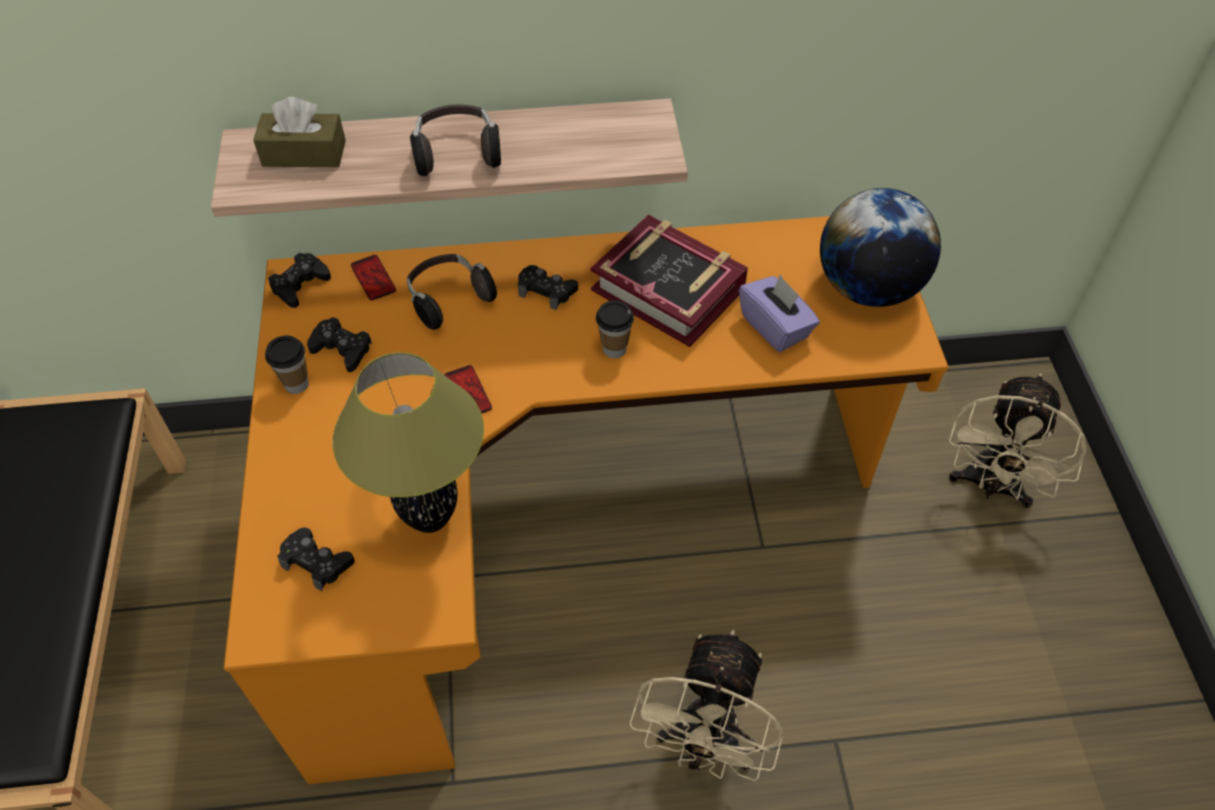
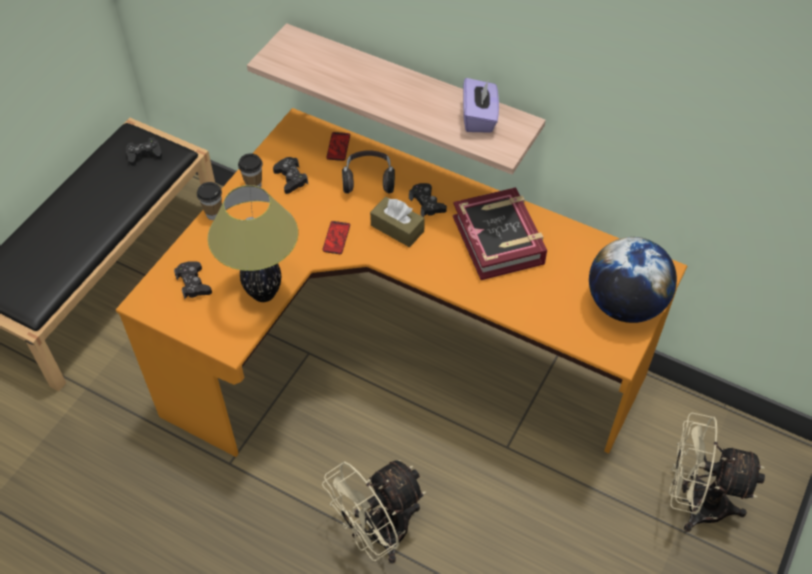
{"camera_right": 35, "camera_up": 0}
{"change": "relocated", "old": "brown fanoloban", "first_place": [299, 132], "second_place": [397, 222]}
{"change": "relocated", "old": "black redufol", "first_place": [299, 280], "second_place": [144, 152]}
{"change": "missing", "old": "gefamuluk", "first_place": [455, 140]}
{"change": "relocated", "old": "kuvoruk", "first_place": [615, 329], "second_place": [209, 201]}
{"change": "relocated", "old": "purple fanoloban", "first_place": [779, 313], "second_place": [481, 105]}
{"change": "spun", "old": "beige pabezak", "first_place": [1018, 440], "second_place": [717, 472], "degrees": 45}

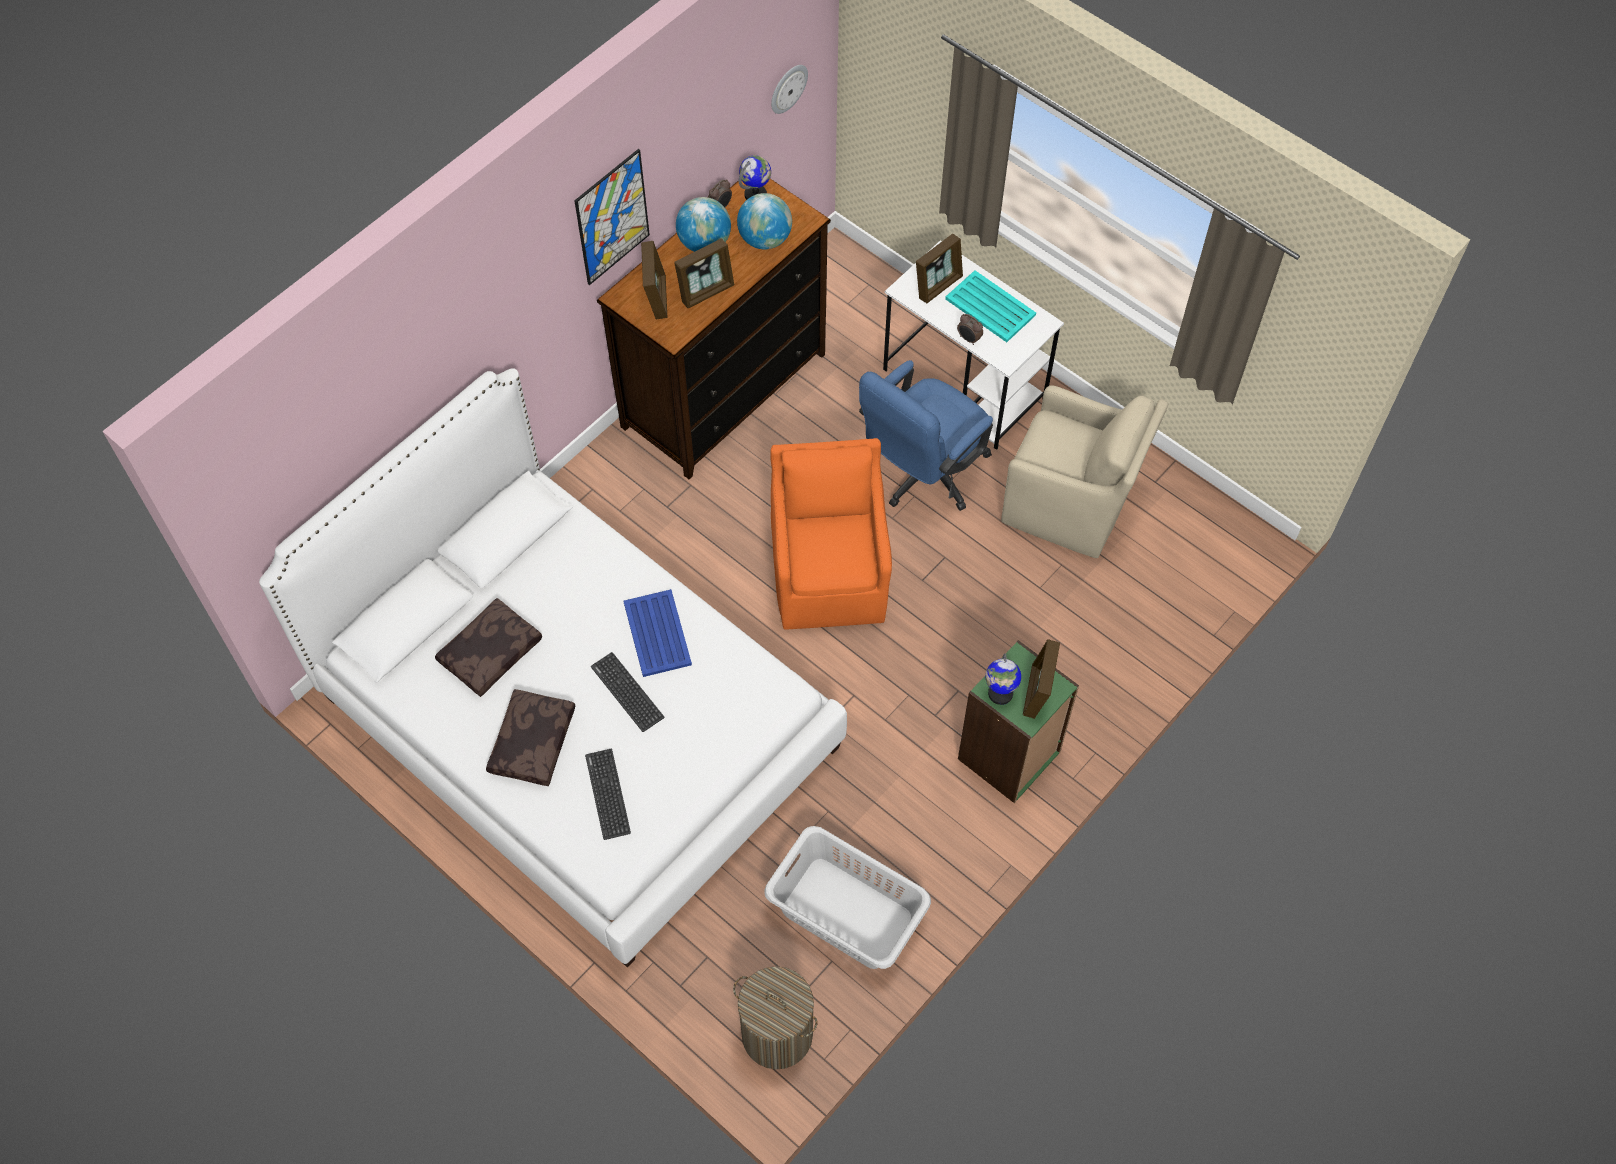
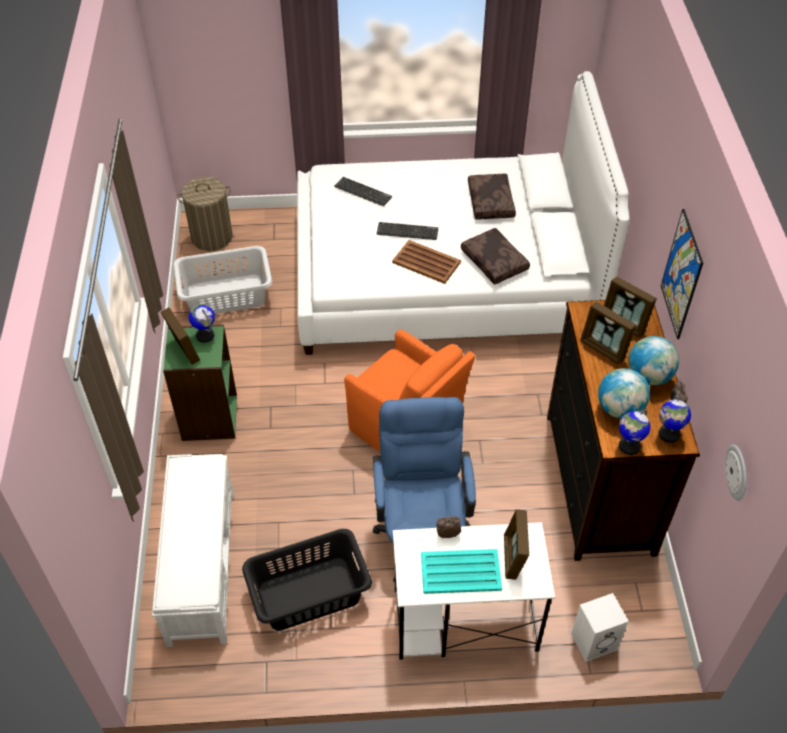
{"camera_right": 135, "camera_up": -10}
{"change": "relocated", "old": "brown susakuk", "first_place": [530, 737], "second_place": [495, 256]}
{"change": "colour", "old": "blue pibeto", "new": "brown pibeto", "first_place": [657, 633], "second_place": [426, 262]}
{"change": "spun", "old": "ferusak", "first_place": [704, 273], "second_place": [608, 333], "degrees": -60}
{"change": "exchanged", "old": "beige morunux", "new": "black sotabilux", "first_place": [1084, 471], "second_place": [307, 580]}
{"change": "appeared", "new": "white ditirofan", "second_place": [193, 550]}
{"change": "appeared", "new": "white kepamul", "second_place": [600, 627]}
{"change": "appeared", "new": "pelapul", "second_place": [635, 432]}

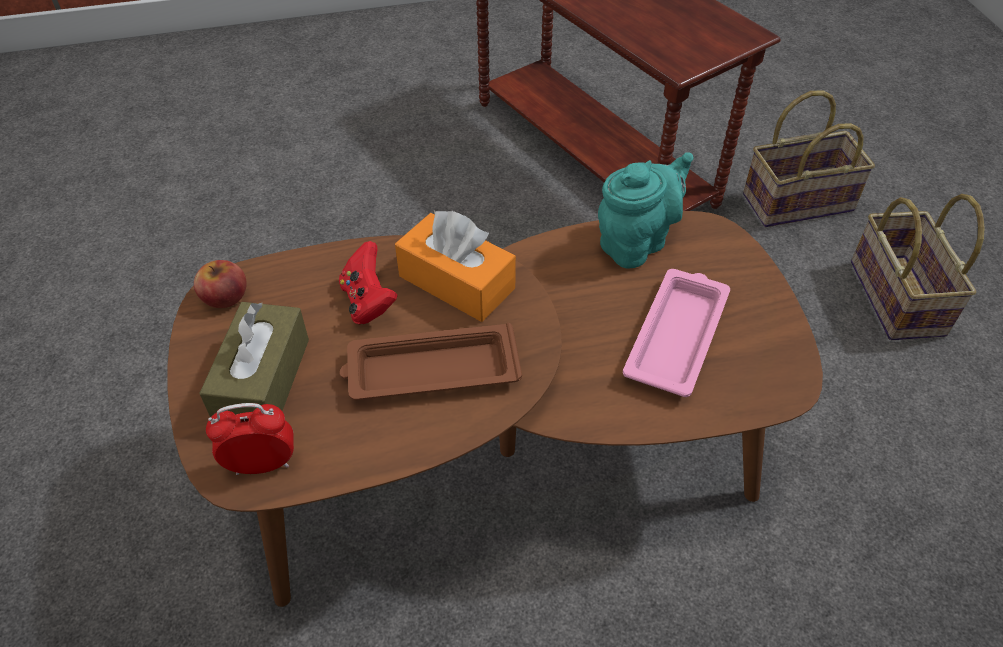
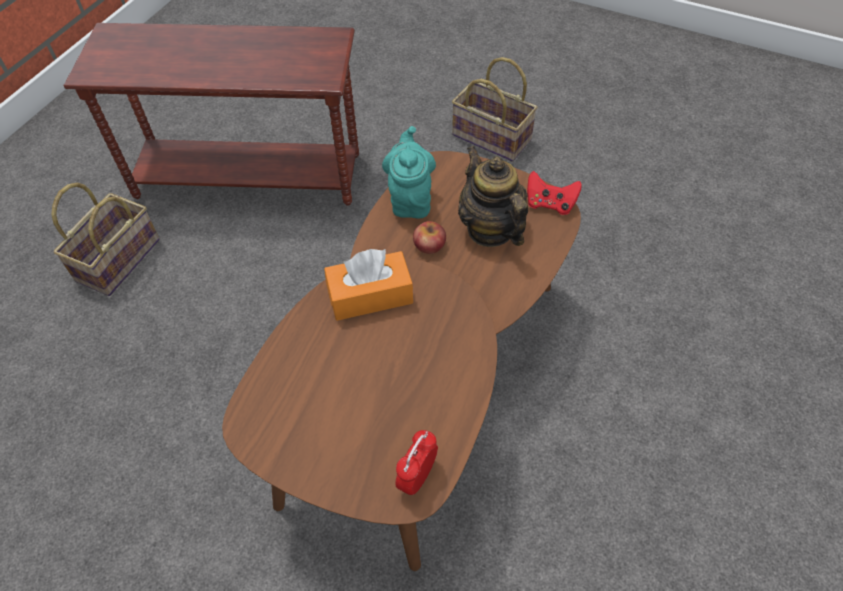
{"camera_right": -50, "camera_up": 5}
{"change": "relocated", "old": "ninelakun", "first_place": [220, 284], "second_place": [429, 237]}
{"change": "missing", "old": "brown fanoloban", "first_place": [254, 359]}
{"change": "relocated", "old": "red redufol", "first_place": [368, 283], "second_place": [554, 193]}
{"change": "missing", "old": "brown pibeto", "first_place": [431, 361]}
{"change": "exchanged", "old": "pink pibeto", "new": "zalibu", "first_place": [676, 333], "second_place": [493, 196]}
{"change": "relocated", "old": "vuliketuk", "first_place": [809, 158], "second_place": [105, 239]}

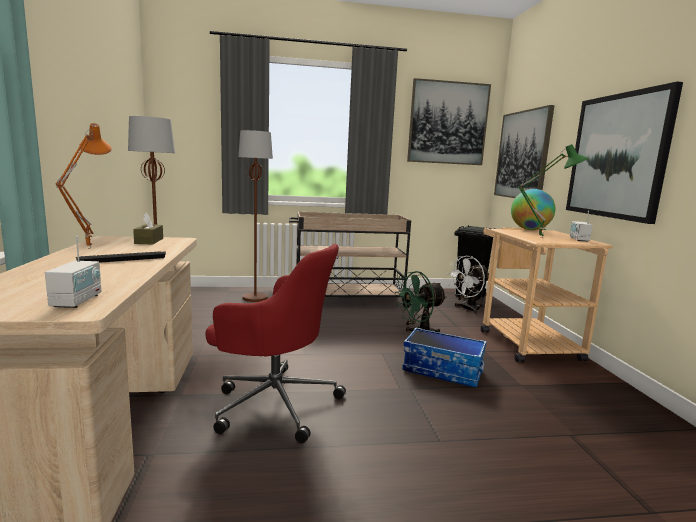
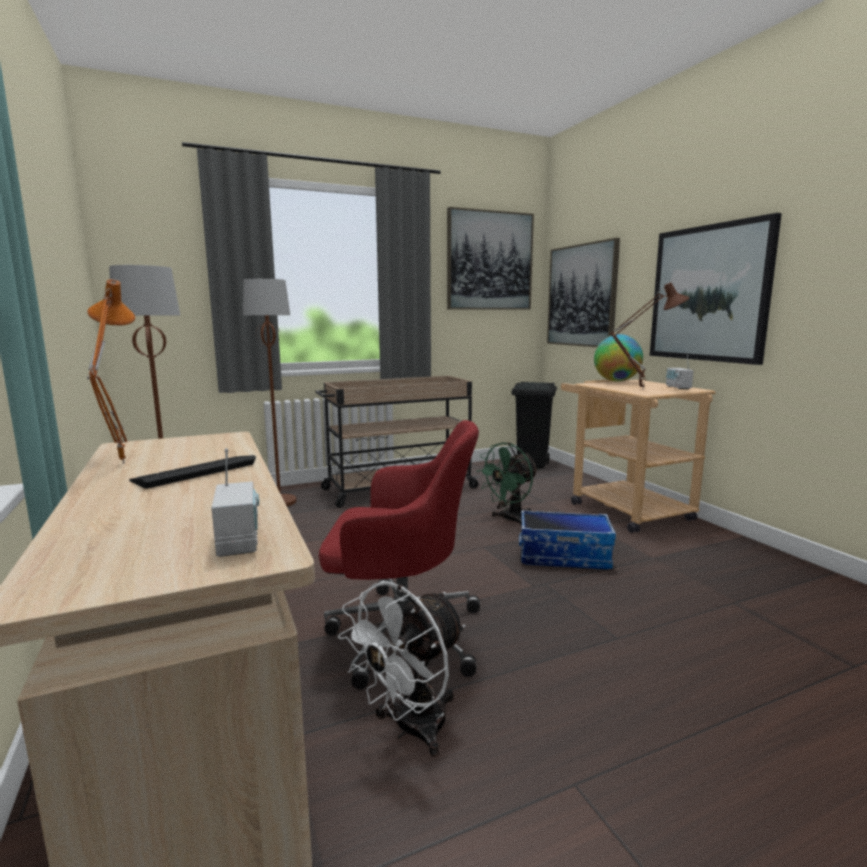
{"camera_right": -15, "camera_up": 0}
{"change": "missing", "old": "brown fanoloban", "first_place": [148, 228]}
{"change": "relocated", "old": "white pabezak", "first_place": [468, 285], "second_place": [401, 669]}
{"change": "colour", "old": "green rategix", "new": "brown rategix", "first_place": [553, 191], "second_place": [649, 336]}

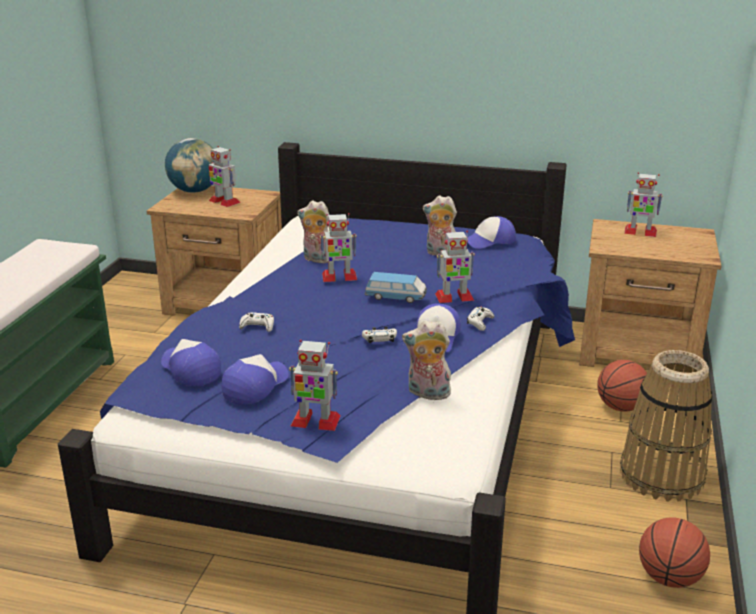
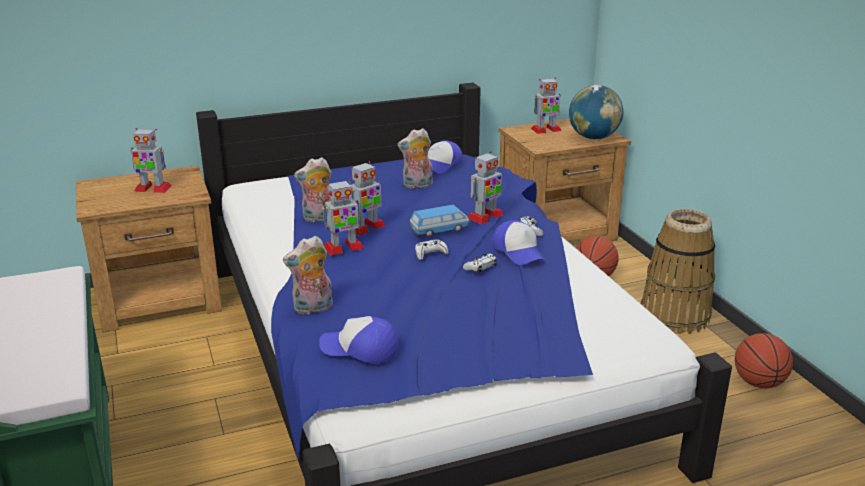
{"camera_right": -35, "camera_up": 0}
{"change": "relocated", "old": "pelapul", "first_place": [189, 165], "second_place": [596, 112]}
{"change": "missing", "old": "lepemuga", "first_place": [255, 379]}
{"change": "relocated", "old": "white redufol", "first_place": [256, 322], "second_place": [431, 249]}
{"change": "relocated", "old": "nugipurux", "first_place": [315, 385], "second_place": [343, 217]}
{"change": "relocated", "old": "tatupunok", "first_place": [426, 360], "second_place": [308, 275]}

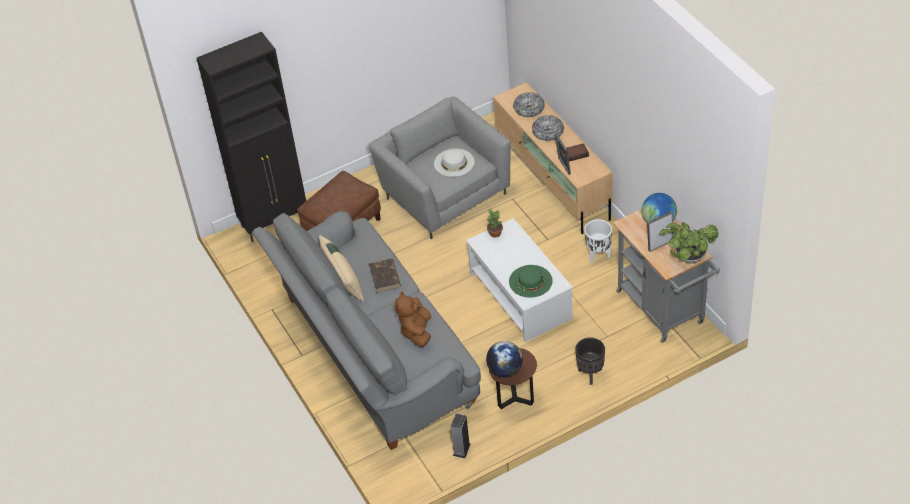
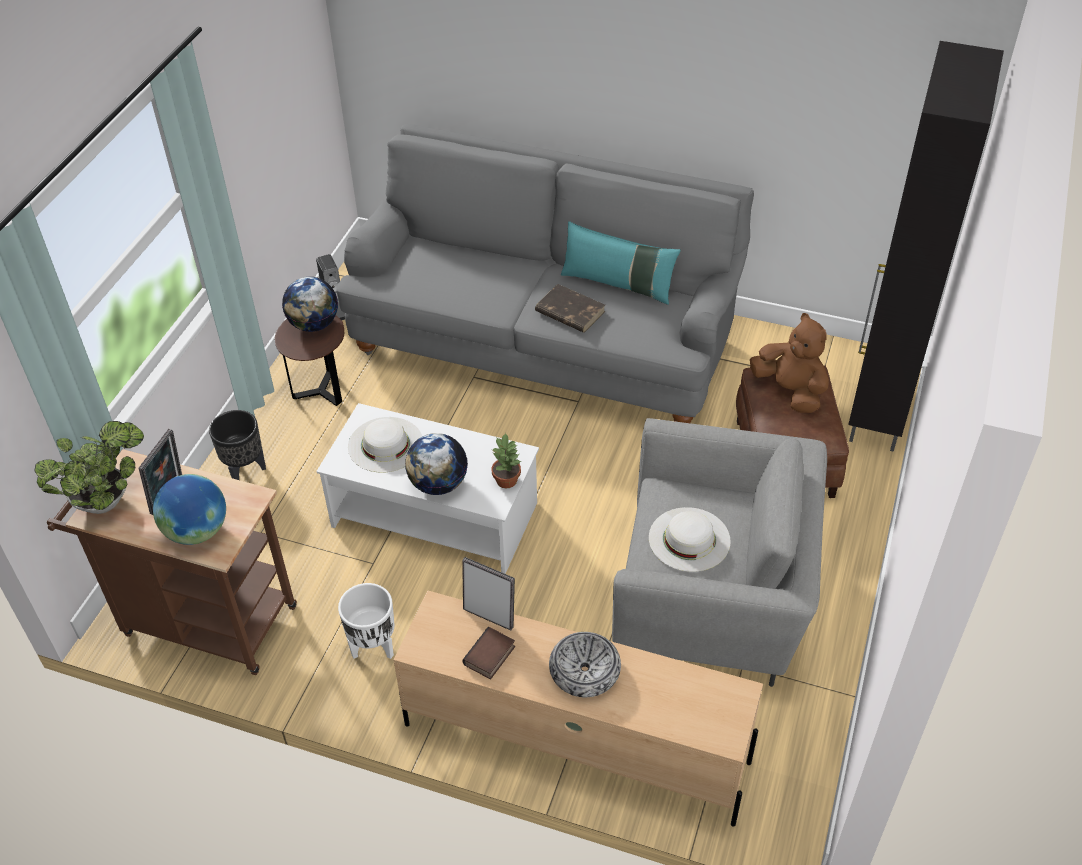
{"camera_right": 135, "camera_up": 0}
{"change": "colour", "old": "beige susakuk", "new": "turquoise susakuk", "first_place": [341, 268], "second_place": [621, 263]}
{"change": "relocated", "old": "brown tatupunok", "first_place": [413, 319], "second_place": [789, 363]}
{"change": "colour", "old": "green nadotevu", "new": "white nadotevu", "first_place": [531, 281], "second_place": [385, 445]}
{"change": "missing", "old": "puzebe", "first_place": [529, 104]}
{"change": "colour", "old": "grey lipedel", "new": "brown lipedel", "first_place": [666, 276], "second_place": [172, 562]}
{"change": "appeared", "new": "pelapul", "second_place": [436, 464]}

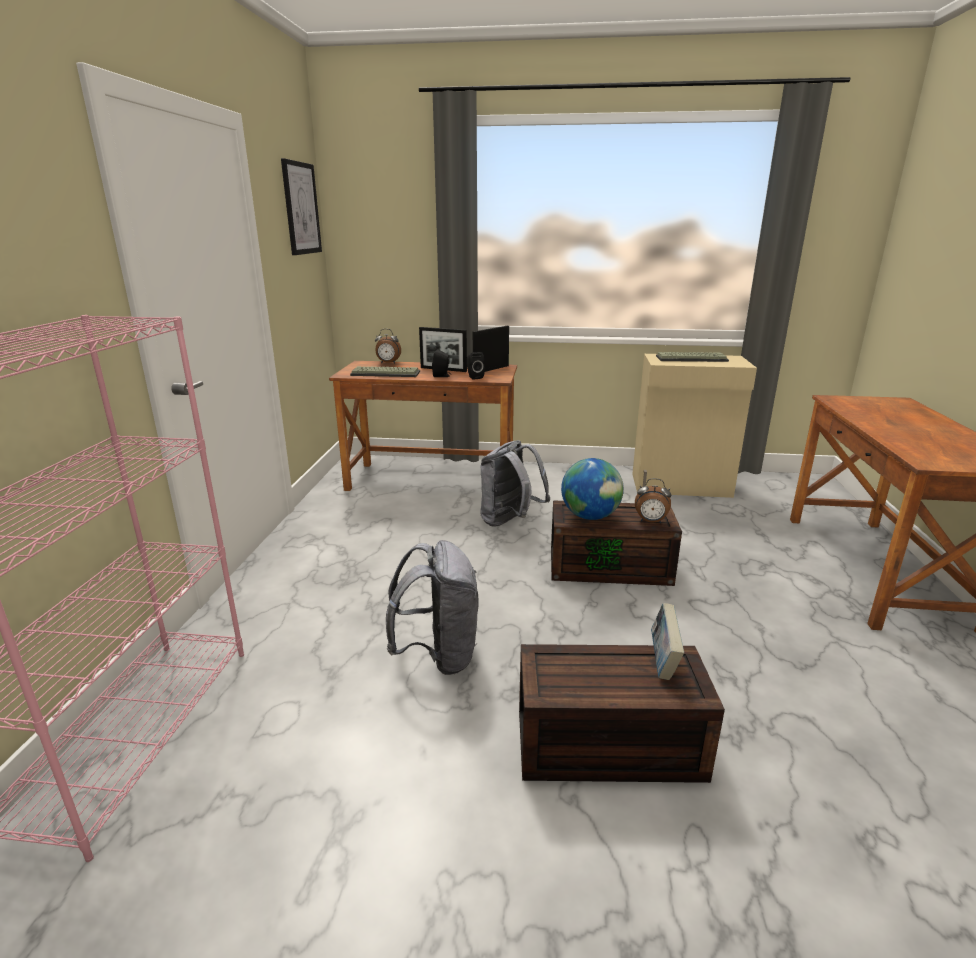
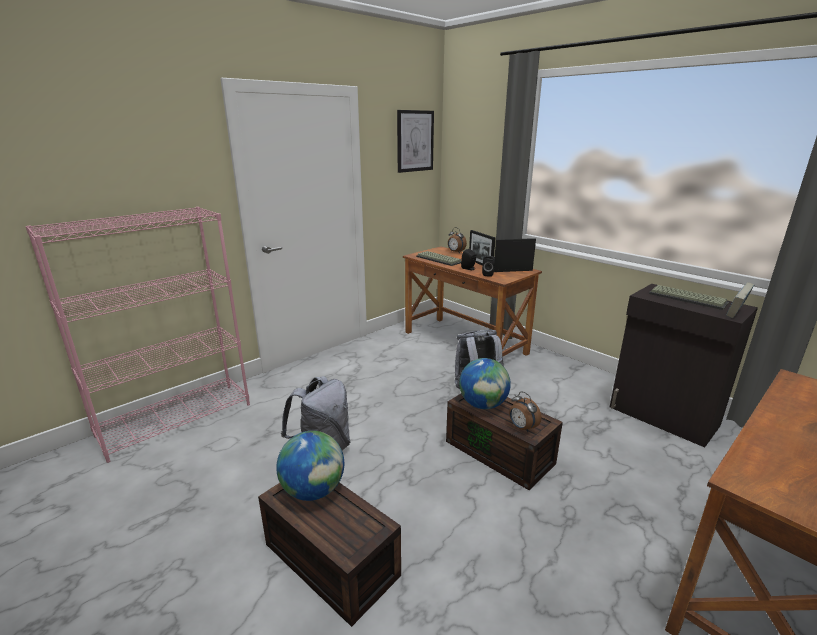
{"camera_right": 40, "camera_up": 0}
{"change": "colour", "old": "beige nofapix", "new": "black nofapix", "first_place": [694, 426], "second_place": [684, 365]}
{"change": "relocated", "old": "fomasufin", "first_place": [667, 641], "second_place": [740, 300]}
{"change": "appeared", "new": "pelapul", "second_place": [310, 466]}

